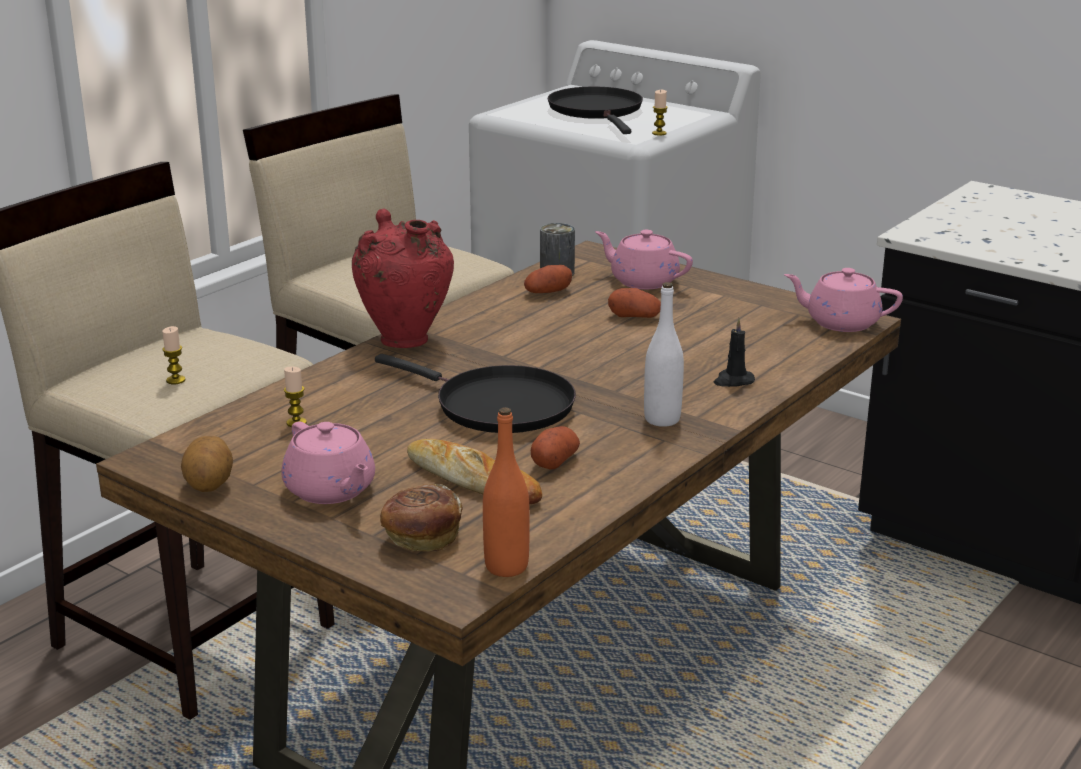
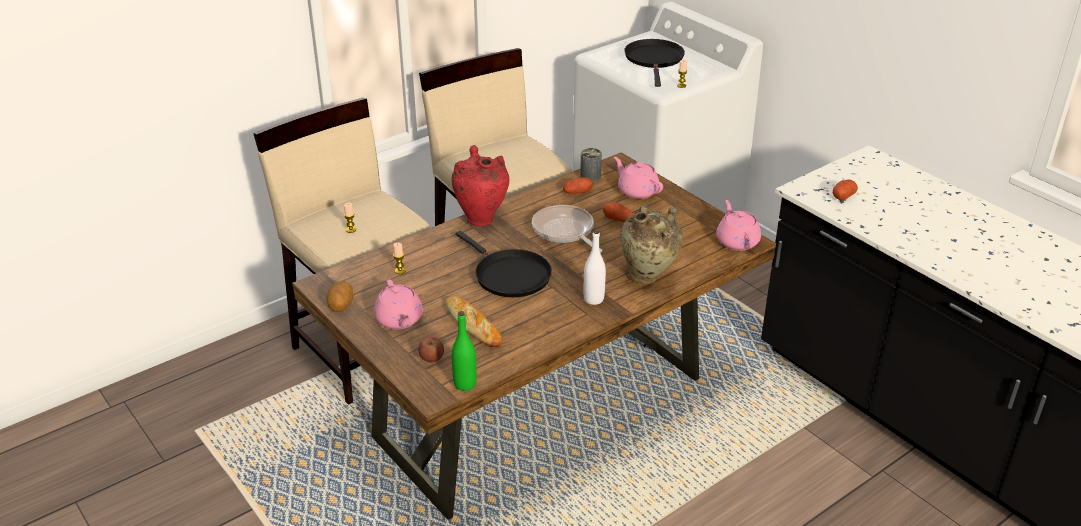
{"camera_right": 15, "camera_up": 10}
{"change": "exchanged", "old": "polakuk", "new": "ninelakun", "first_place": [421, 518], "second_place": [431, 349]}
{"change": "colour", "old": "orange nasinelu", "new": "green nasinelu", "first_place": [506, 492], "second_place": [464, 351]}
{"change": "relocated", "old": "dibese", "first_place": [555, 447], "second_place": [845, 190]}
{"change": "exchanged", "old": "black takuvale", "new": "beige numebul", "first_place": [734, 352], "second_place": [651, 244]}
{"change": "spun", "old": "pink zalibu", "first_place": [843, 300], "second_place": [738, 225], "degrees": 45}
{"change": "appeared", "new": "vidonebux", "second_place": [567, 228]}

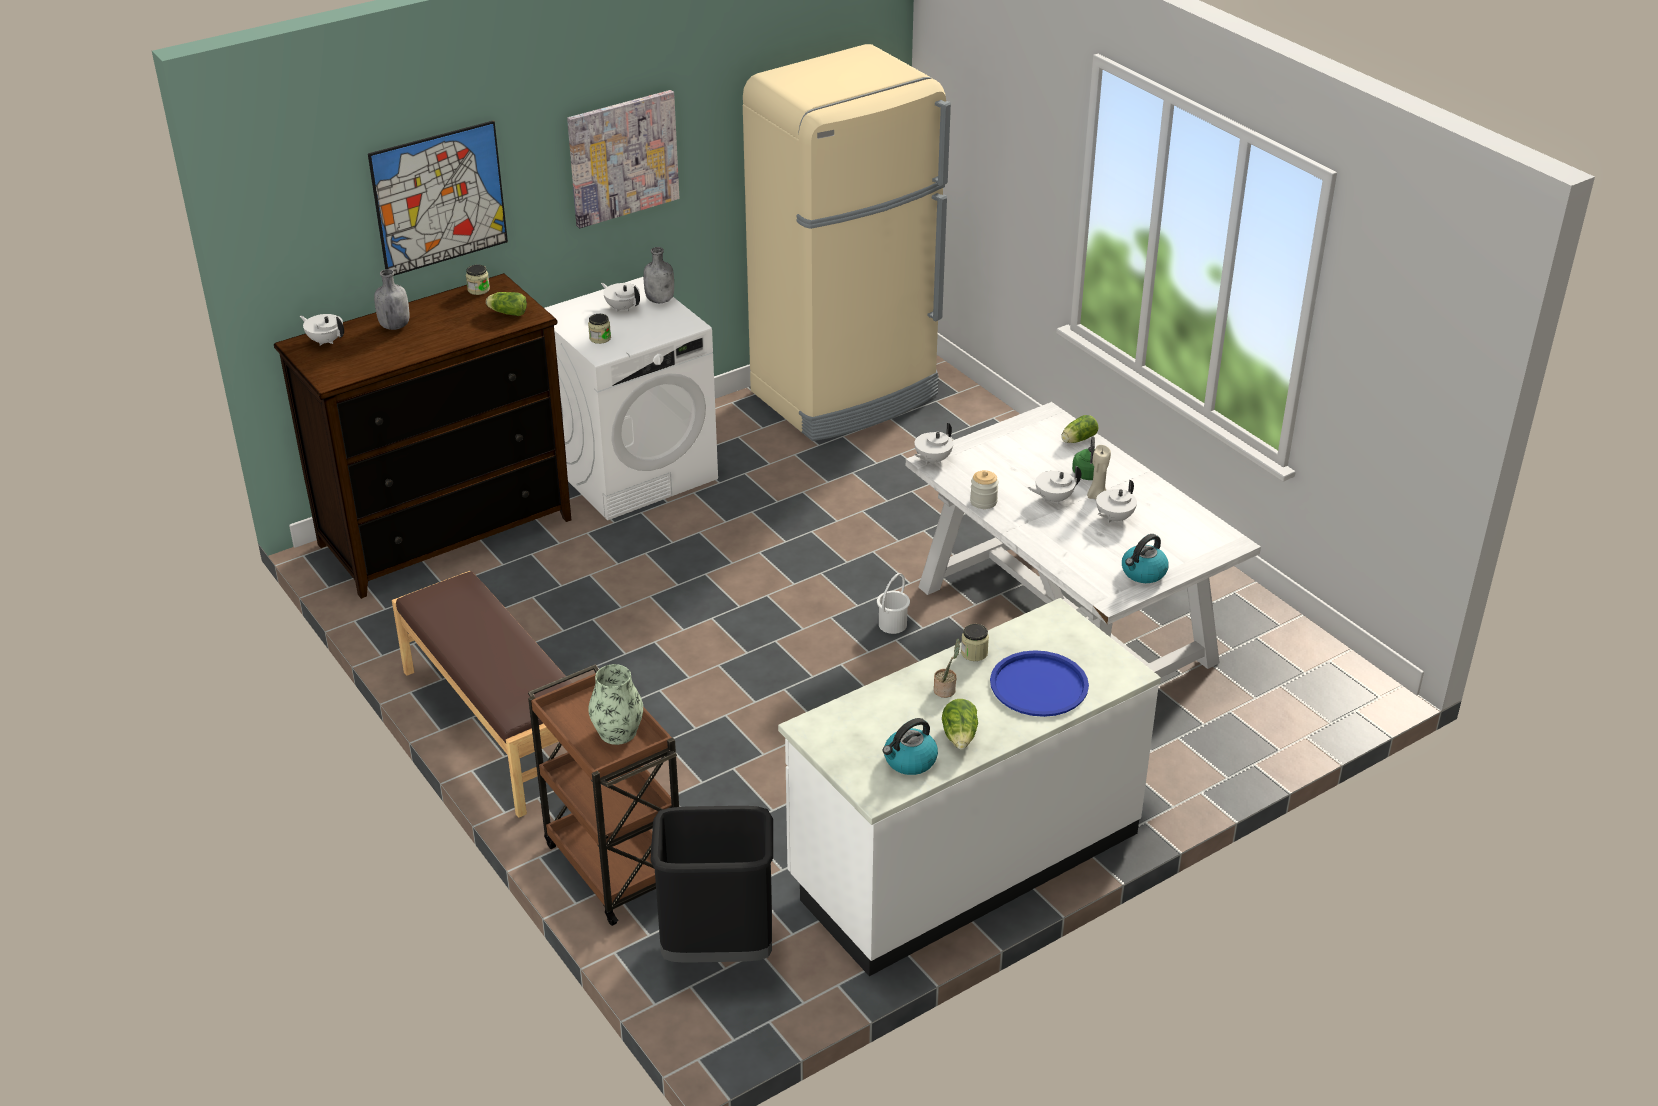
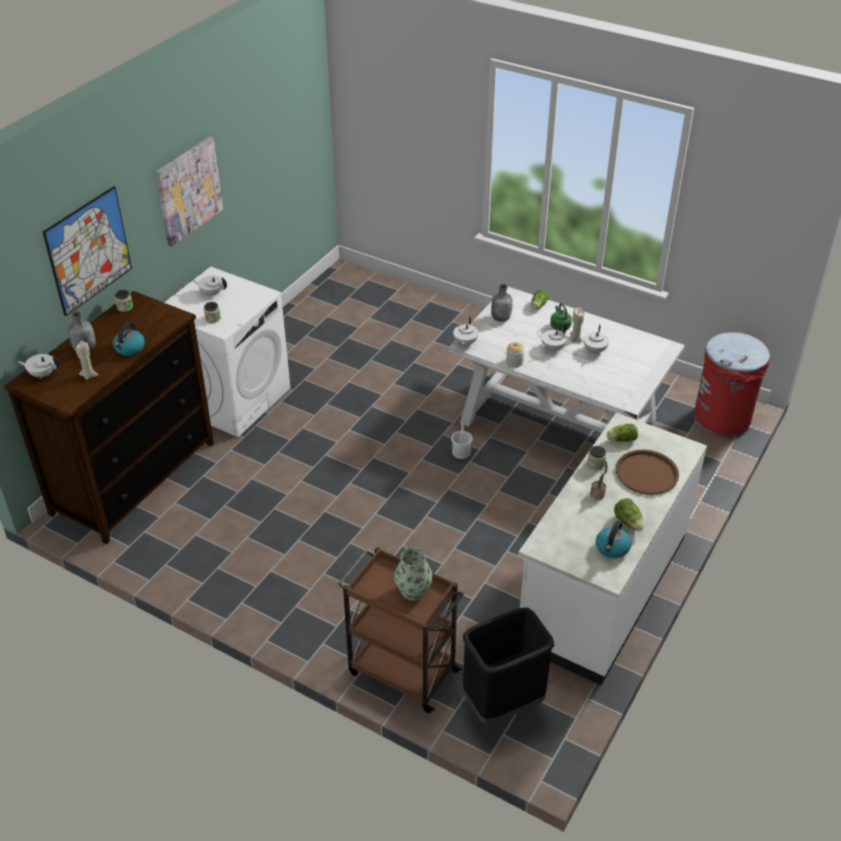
{"camera_right": -25, "camera_up": 5}
{"change": "missing", "old": "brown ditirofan", "first_place": [482, 694]}
{"change": "relocated", "old": "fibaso", "first_place": [506, 304], "second_place": [622, 433]}
{"change": "relocated", "old": "grey nasinelu", "first_place": [658, 275], "second_place": [502, 303]}
{"change": "missing", "old": "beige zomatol", "first_place": [847, 242]}
{"change": "colour", "old": "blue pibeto", "new": "brown pibeto", "first_place": [1039, 683], "second_place": [647, 472]}
{"change": "relocated", "old": "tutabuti", "first_place": [1145, 558], "second_place": [129, 339]}
{"change": "appeared", "new": "beige takuvale", "second_place": [87, 360]}
{"change": "appeared", "new": "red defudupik", "second_place": [732, 384]}

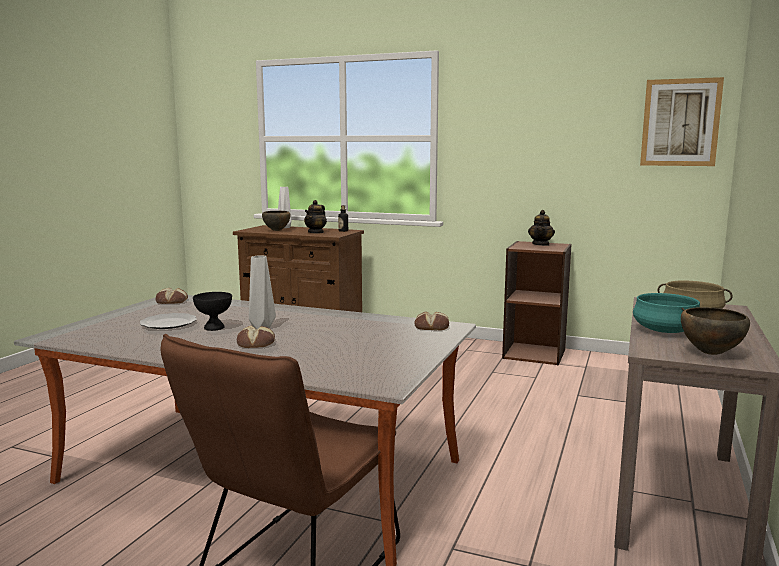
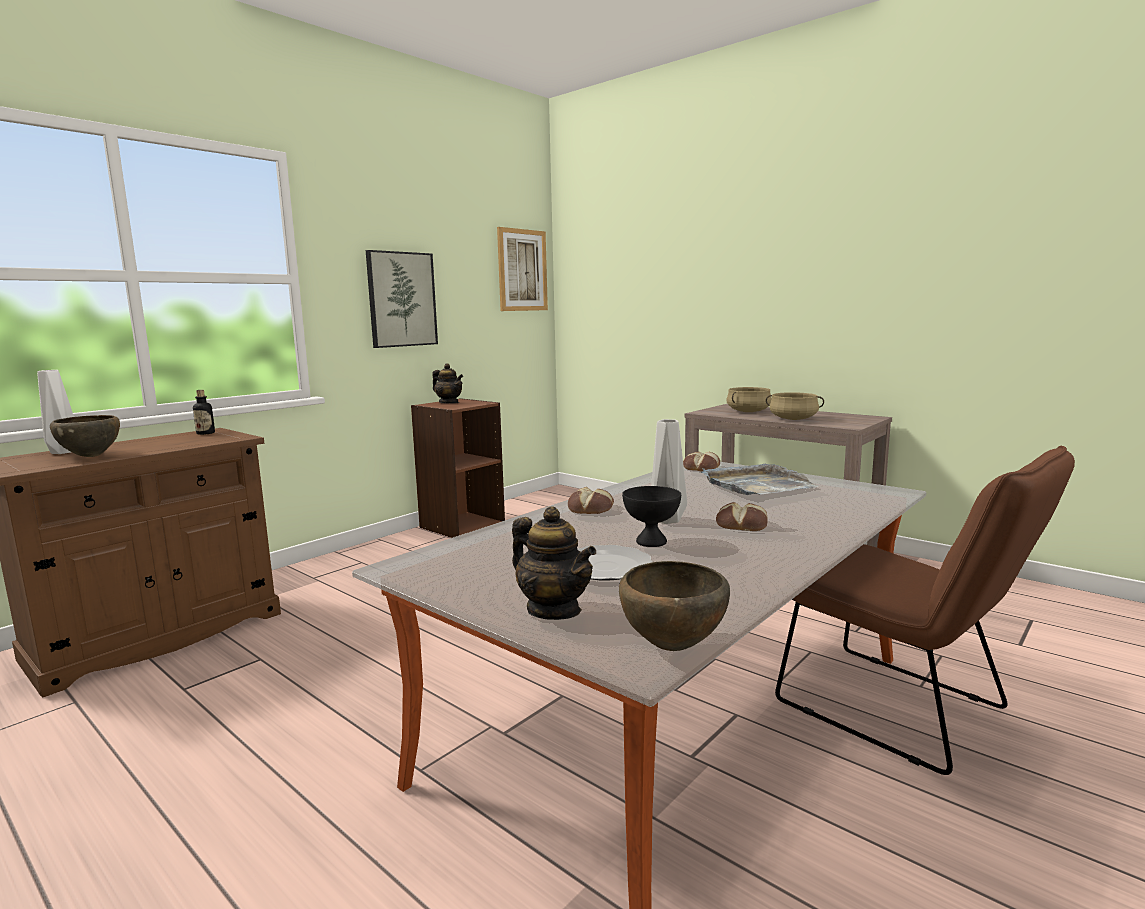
{"camera_right": -70, "camera_up": 0}
{"change": "relocated", "old": "polakuk", "first_place": [172, 296], "second_place": [591, 500]}
{"change": "relocated", "old": "zalibu", "first_place": [315, 217], "second_place": [554, 563]}
{"change": "colour", "old": "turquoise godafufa", "new": "beige godafufa", "first_place": [666, 313], "second_place": [795, 406]}
{"change": "relocated", "old": "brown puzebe", "first_place": [715, 331], "second_place": [674, 606]}
{"change": "appeared", "new": "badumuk", "second_place": [402, 299]}
{"change": "appeared", "new": "grey pibeto", "second_place": [760, 479]}

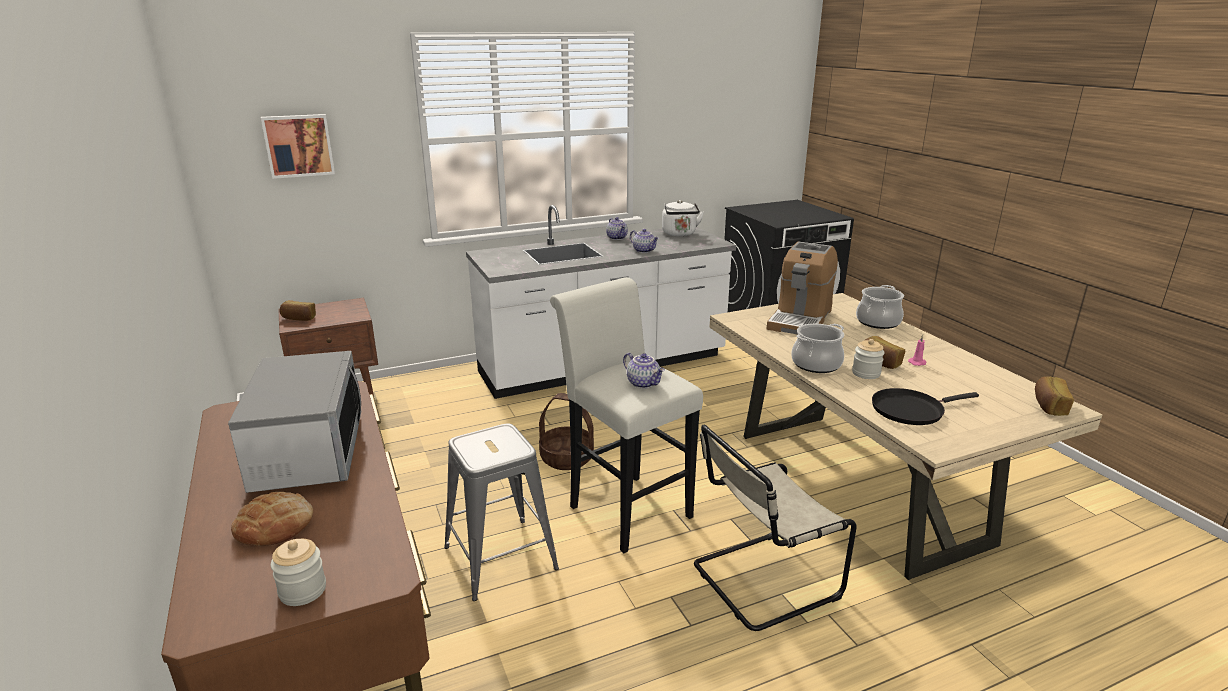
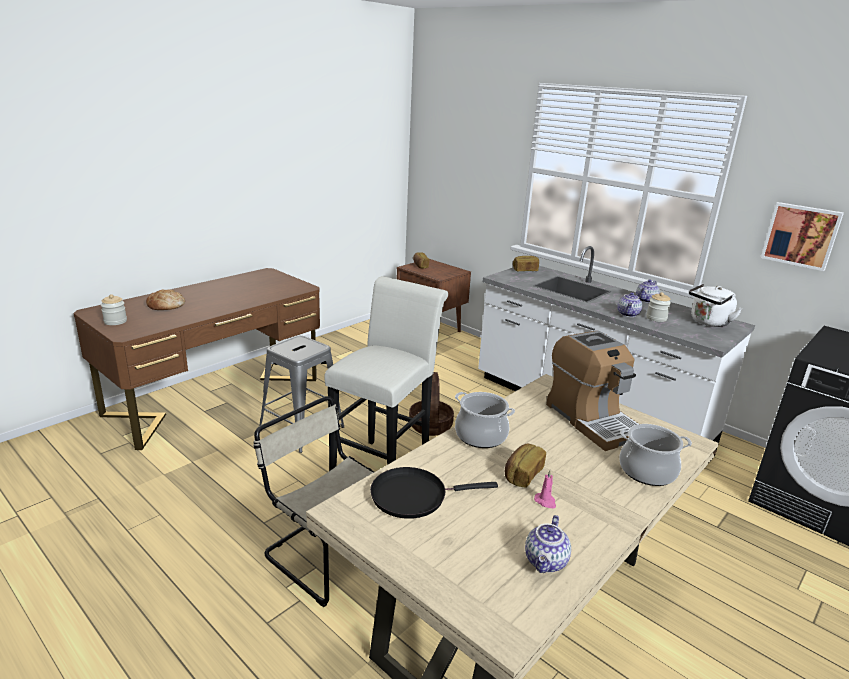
{"camera_right": 65, "camera_up": 0}
{"change": "missing", "old": "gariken", "first_place": [294, 422]}
{"change": "relocated", "old": "badumuk", "first_place": [298, 146], "second_place": [802, 236]}
{"change": "relocated", "old": "zalibu", "first_place": [644, 371], "second_place": [548, 544]}
{"change": "spun", "old": "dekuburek", "first_place": [802, 288], "second_place": [592, 391], "degrees": -120}
{"change": "relocated", "old": "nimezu", "first_place": [868, 359], "second_place": [658, 307]}
{"change": "spun", "old": "black vidonebux", "first_place": [925, 406], "second_place": [434, 493], "degrees": -60}
{"change": "relocated", "old": "polakuk", "first_place": [1054, 396], "second_place": [526, 263]}

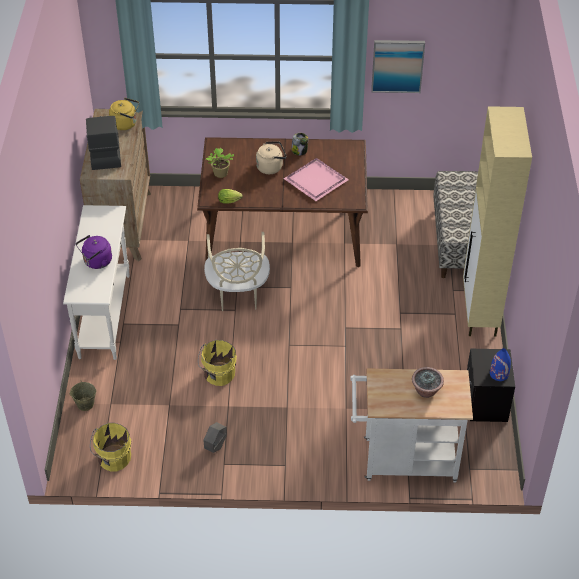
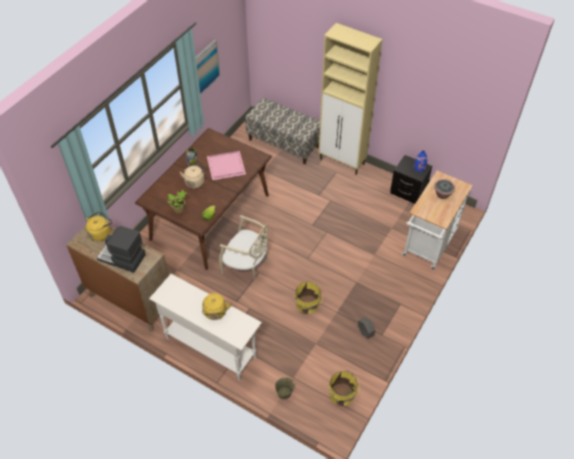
{"camera_right": -60, "camera_up": 5}
{"change": "colour", "old": "purple tutabuti", "new": "yellow tutabuti", "first_place": [94, 252], "second_place": [216, 306]}

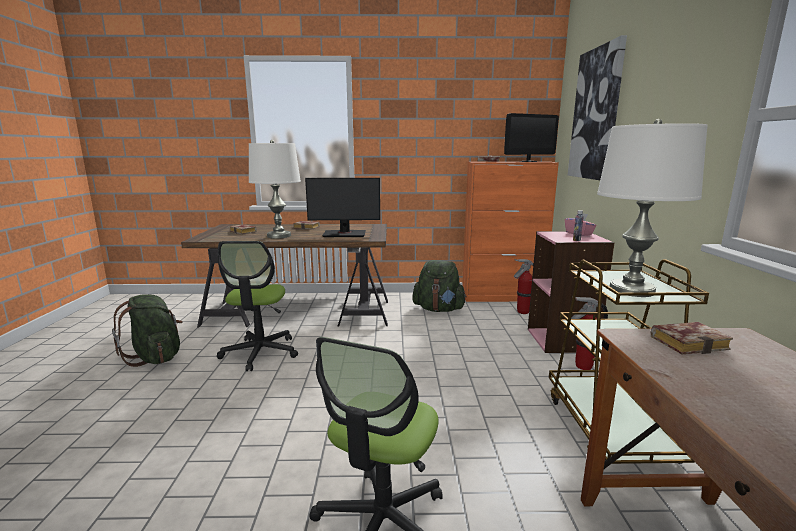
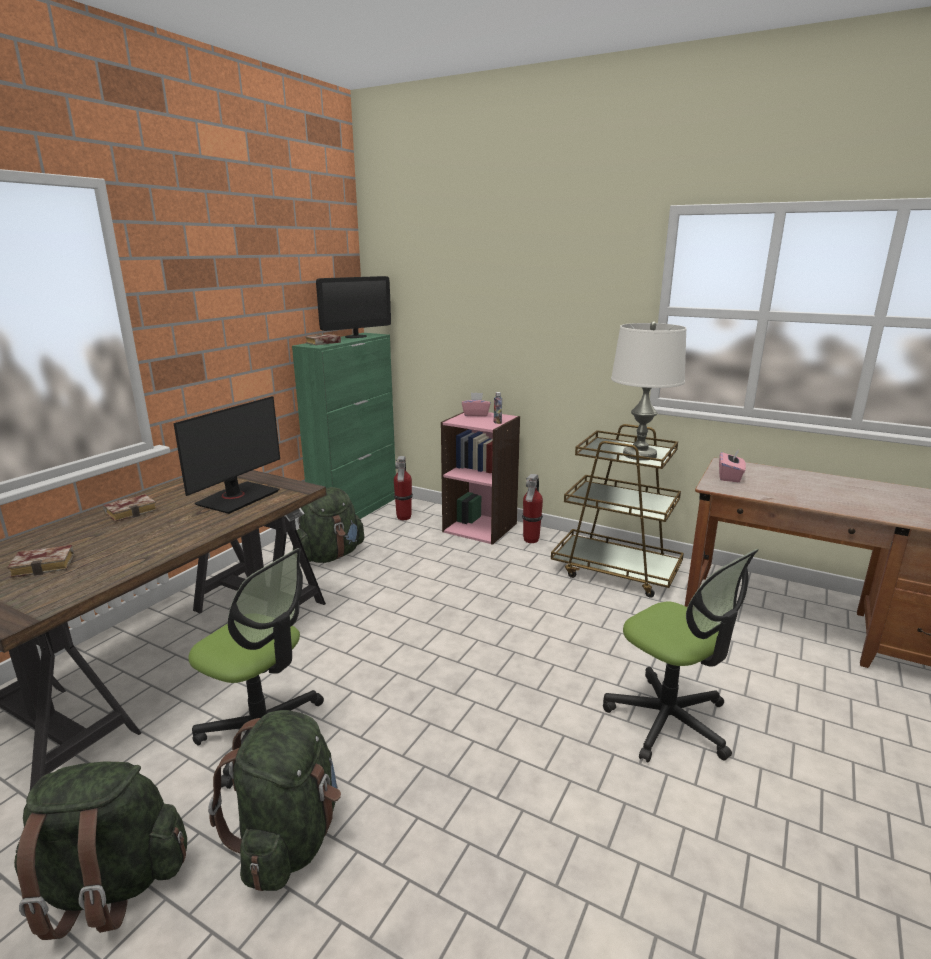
{"camera_right": -60, "camera_up": 5}
{"change": "missing", "old": "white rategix", "first_place": [275, 189]}
{"change": "colour", "old": "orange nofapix", "new": "green nofapix", "first_place": [510, 232], "second_place": [344, 426]}
{"change": "spun", "old": "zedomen", "first_place": [531, 137], "second_place": [353, 307], "degrees": 45}
{"change": "missing", "old": "badumuk", "first_place": [597, 107]}
{"change": "exchanged", "old": "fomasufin", "new": "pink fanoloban", "first_place": [692, 338], "second_place": [732, 466]}
{"change": "appeared", "new": "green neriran", "second_place": [274, 800]}

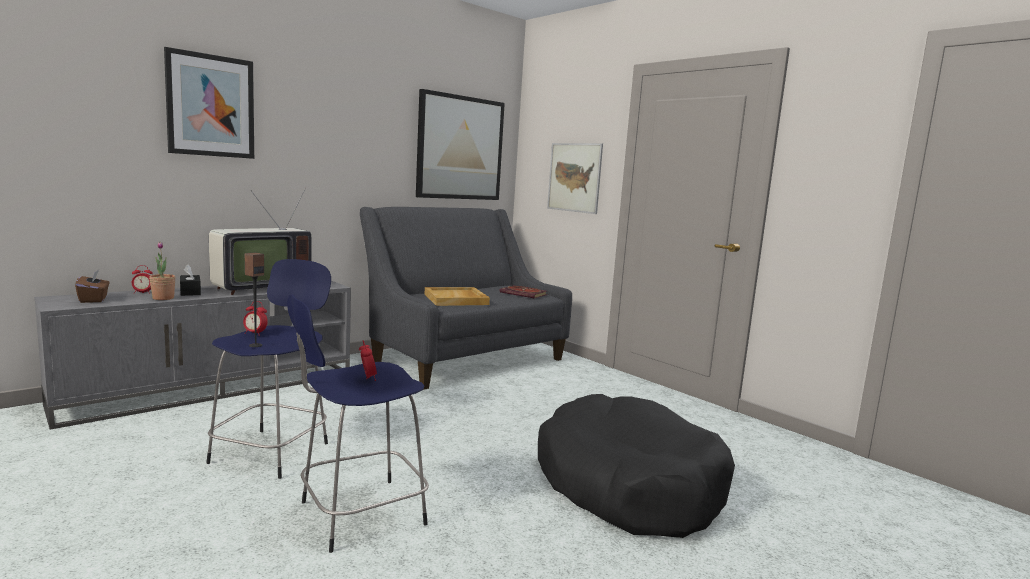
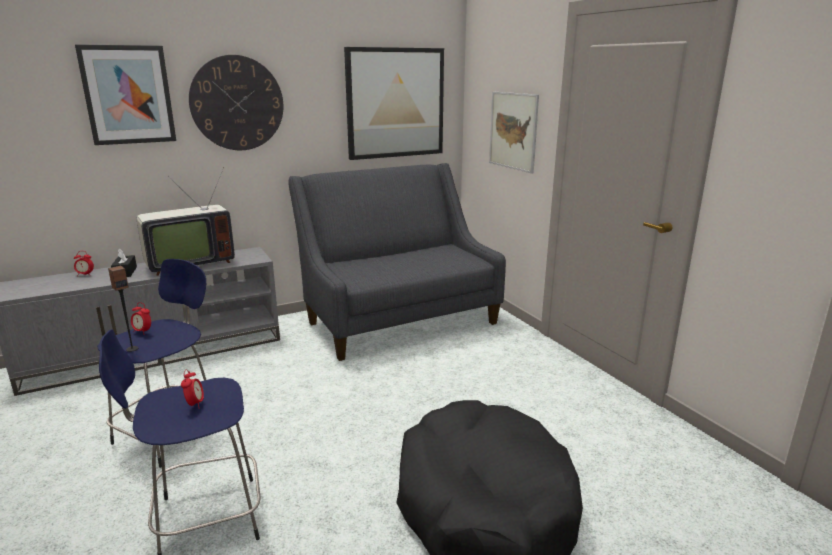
{"camera_right": 15, "camera_up": 10}
{"change": "missing", "old": "brown fanoloban", "first_place": [92, 286]}
{"change": "missing", "old": "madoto", "first_place": [162, 271]}
{"change": "missing", "old": "beige pibeto", "first_place": [457, 296]}
{"change": "missing", "old": "fomasufin", "first_place": [523, 291]}
{"change": "appeared", "new": "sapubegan", "second_place": [236, 102]}

